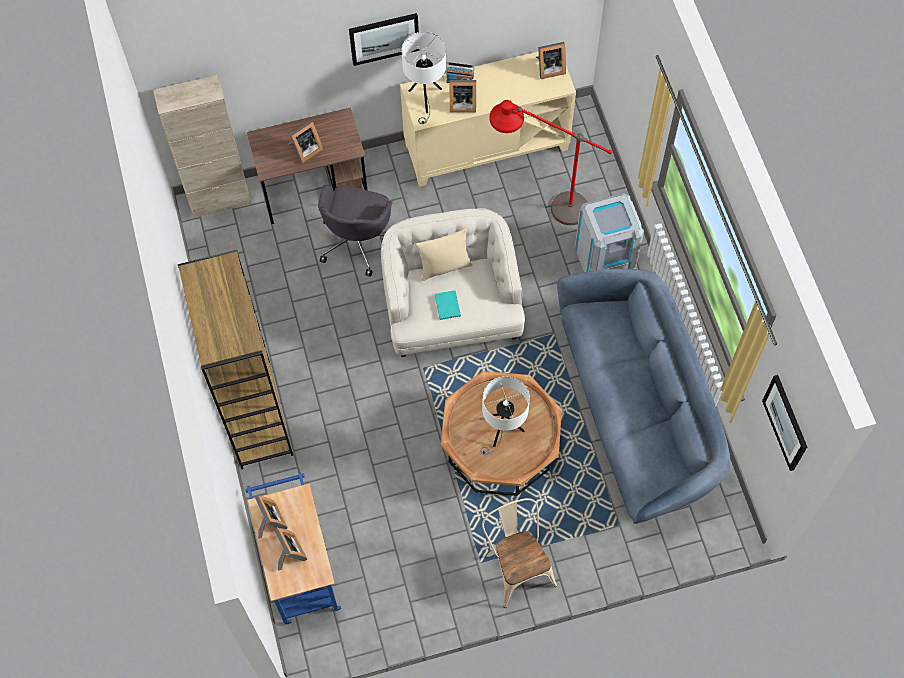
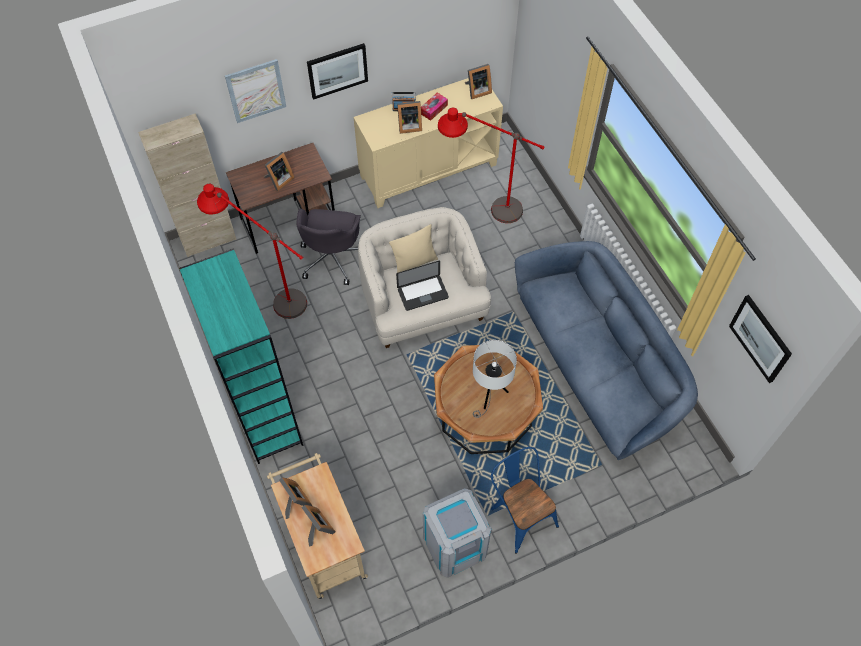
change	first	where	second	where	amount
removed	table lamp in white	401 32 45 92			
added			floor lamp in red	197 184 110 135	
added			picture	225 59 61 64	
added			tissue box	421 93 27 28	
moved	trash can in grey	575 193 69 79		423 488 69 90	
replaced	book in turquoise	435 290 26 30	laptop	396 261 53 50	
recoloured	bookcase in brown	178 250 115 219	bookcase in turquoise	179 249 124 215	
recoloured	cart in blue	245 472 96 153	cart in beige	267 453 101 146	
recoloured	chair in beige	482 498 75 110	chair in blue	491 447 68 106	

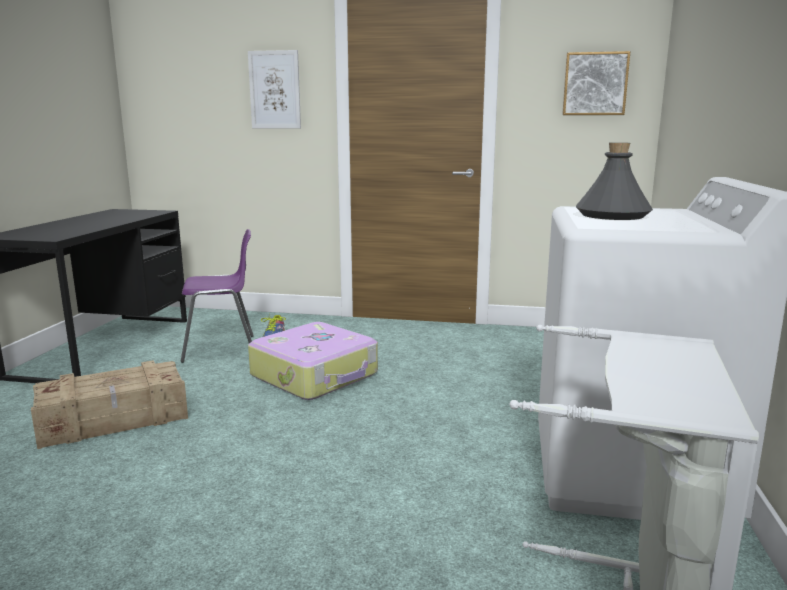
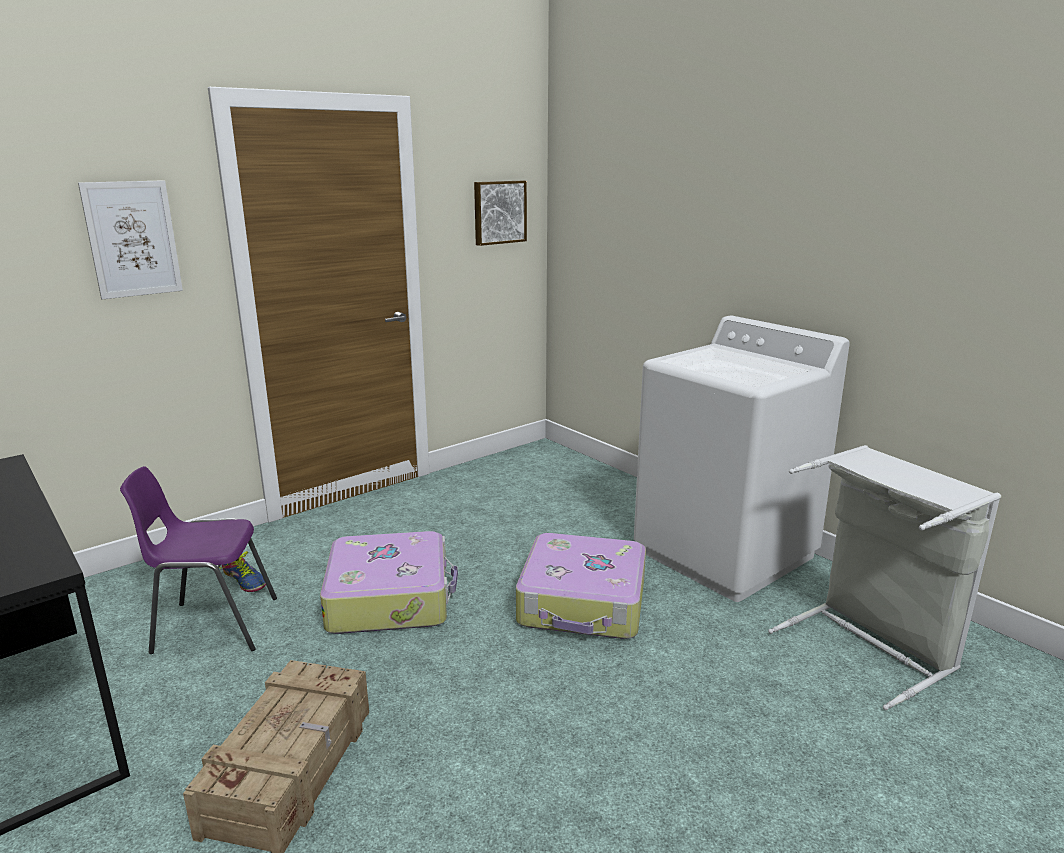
change	first	where	second	where	amount
removed	bottle in grey	576 142 77 78			
added			suitcase	516 533 130 106	
turned	chair in purple	180 229 74 134		120 466 157 188	120 degrees counterclockwise

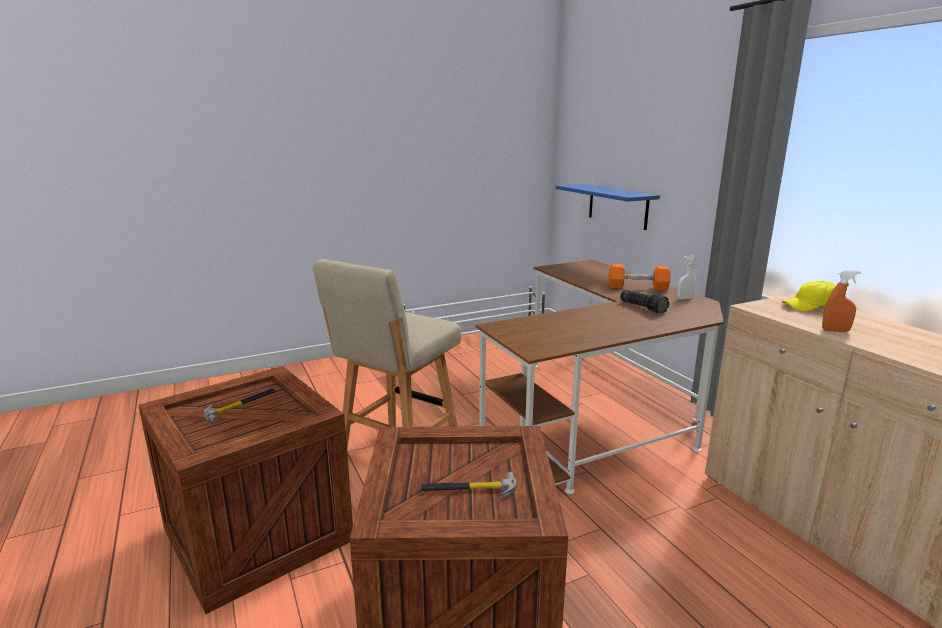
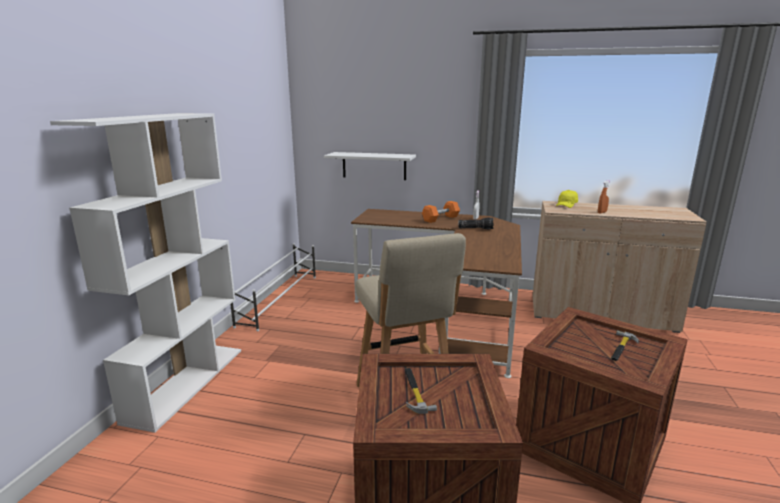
change	first	where	second	where	amount
added			bookcase in white	50 113 191 320	
recoloured	shelf in blue	555 184 105 46	shelf in white	324 152 92 28	

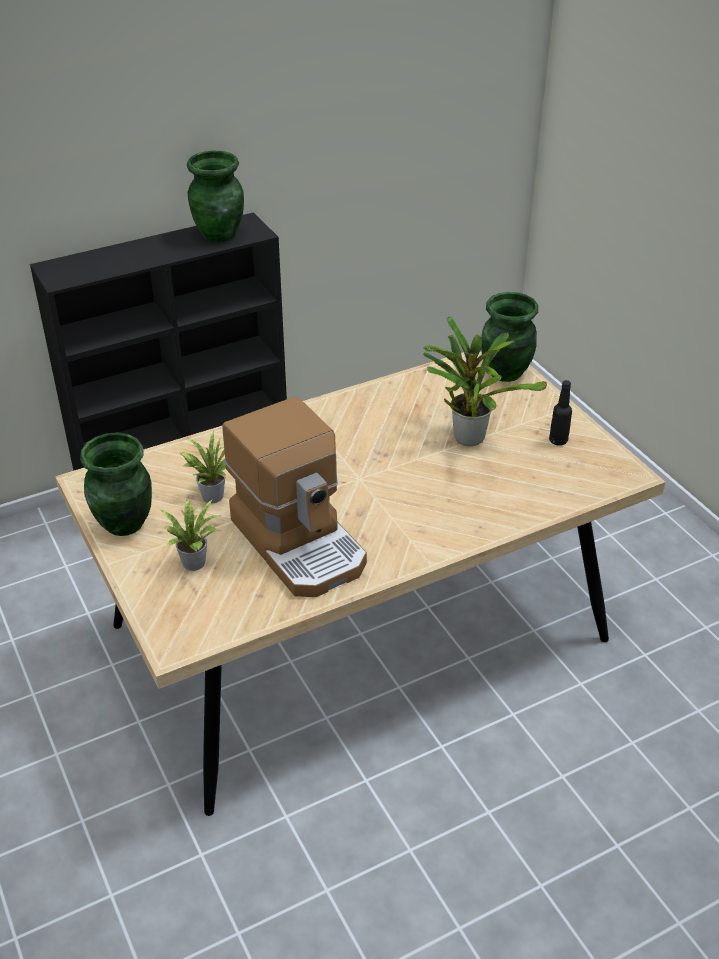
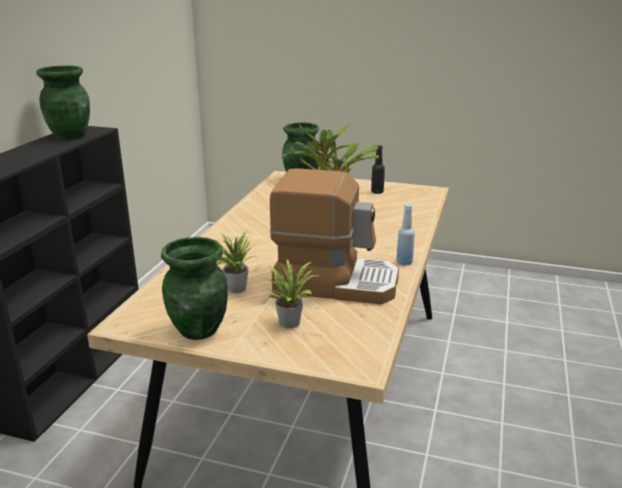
change	first	where	second	where	amount
added			bottle in blue	396 204 19 61	

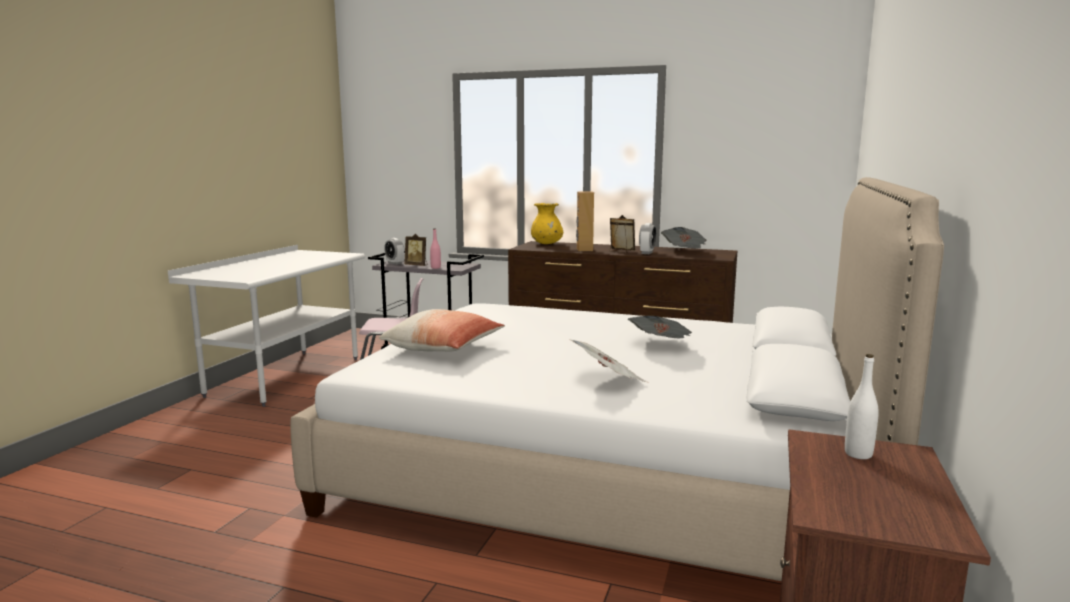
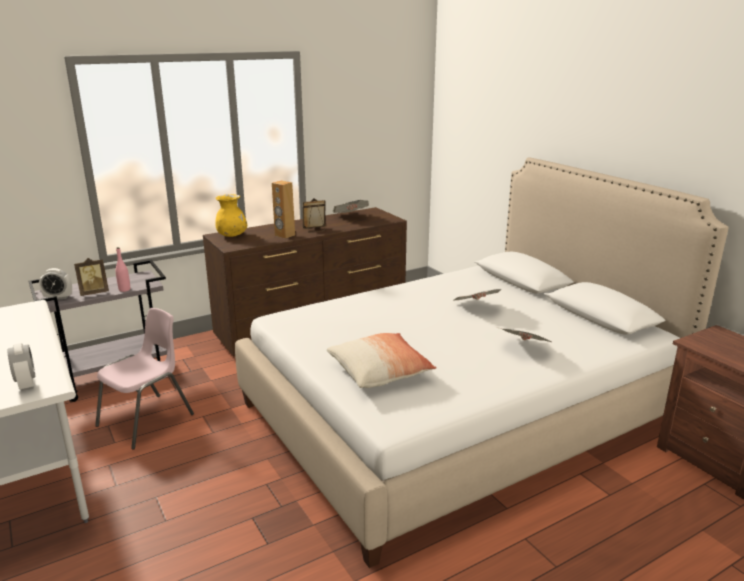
change	first	where	second	where	amount
removed	bottle in white	845 354 34 105			
moved	alarm clock	639 223 17 31		7 343 28 48	

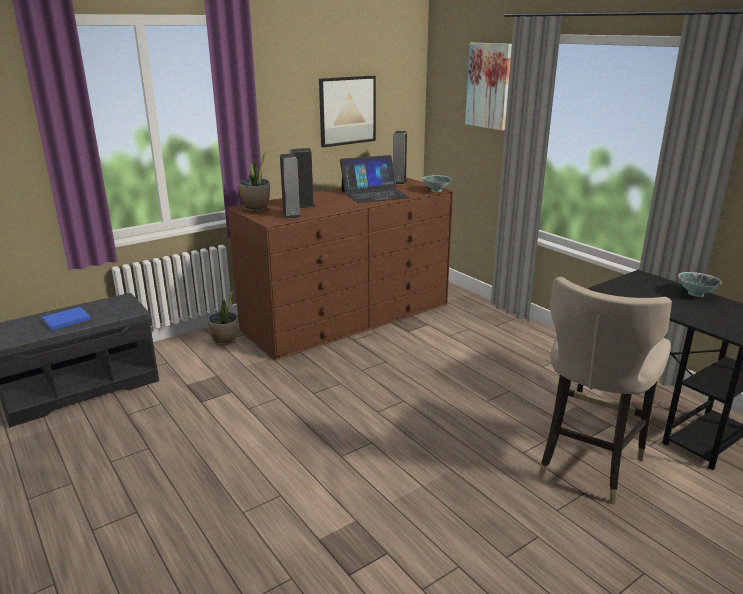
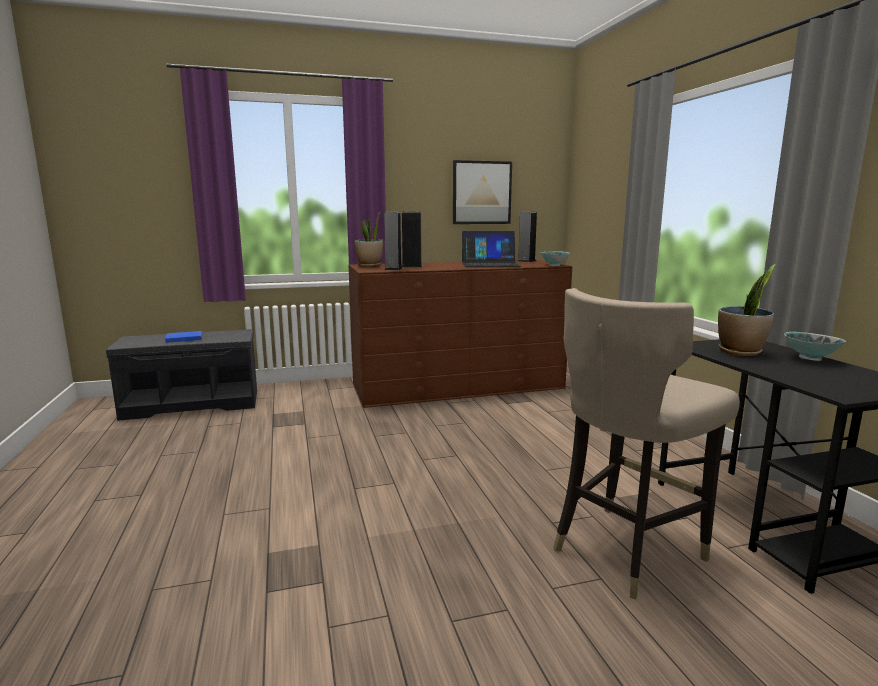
change	first	where	second	where	amount
removed	picture	465 43 47 88			
moved	potted plant	208 290 30 55		718 264 57 92	

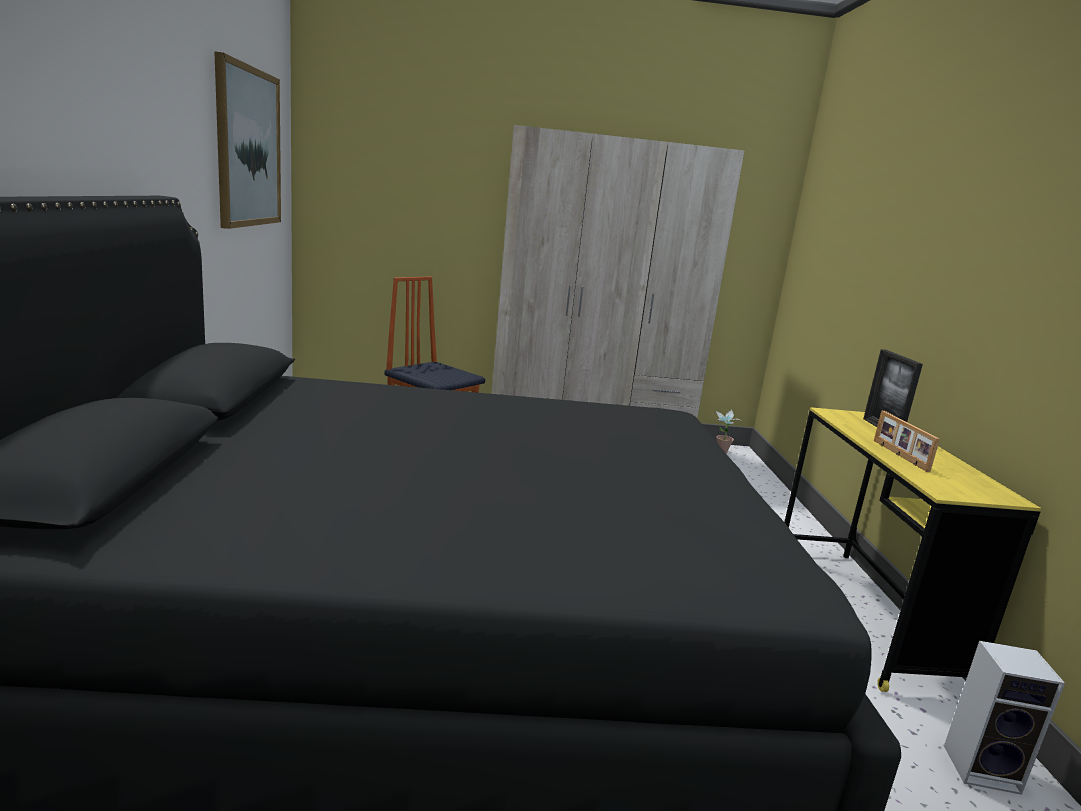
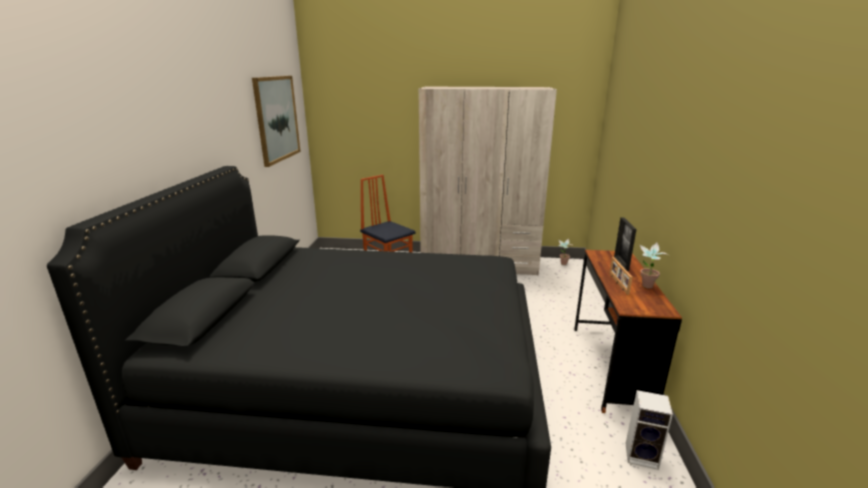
change	first	where	second	where	amount
added			potted plant	639 243 30 45	
recoloured	desk in yellow	785 407 256 285	desk in brown	574 250 108 163	

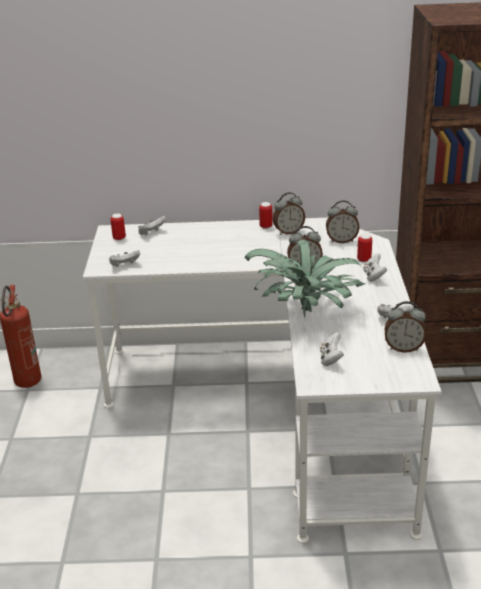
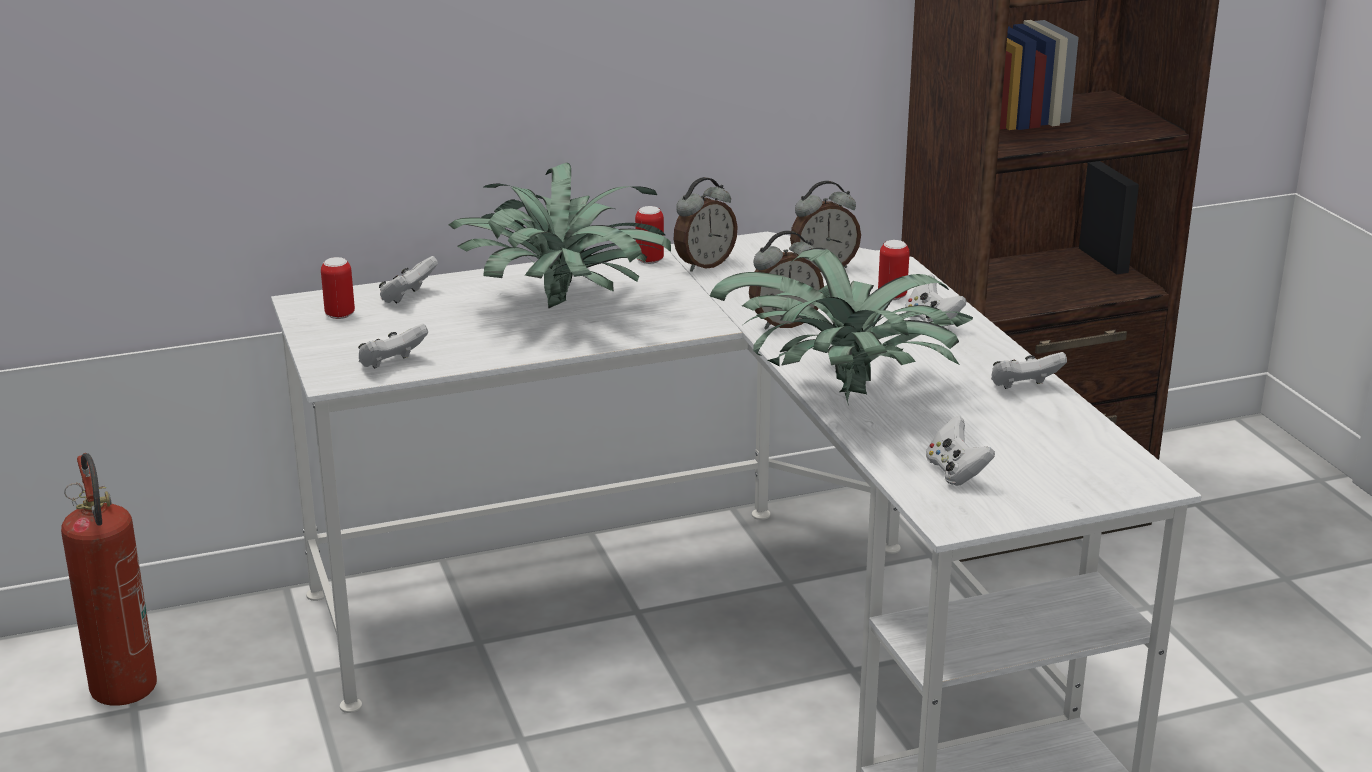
change	first	where	second	where	amount
removed	alarm clock	385 301 41 52			
added			potted plant	449 163 222 145	

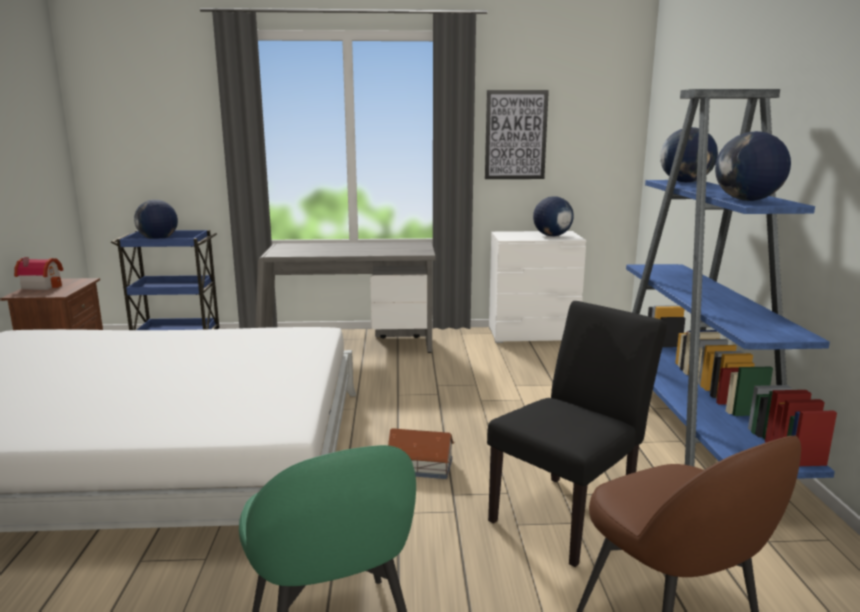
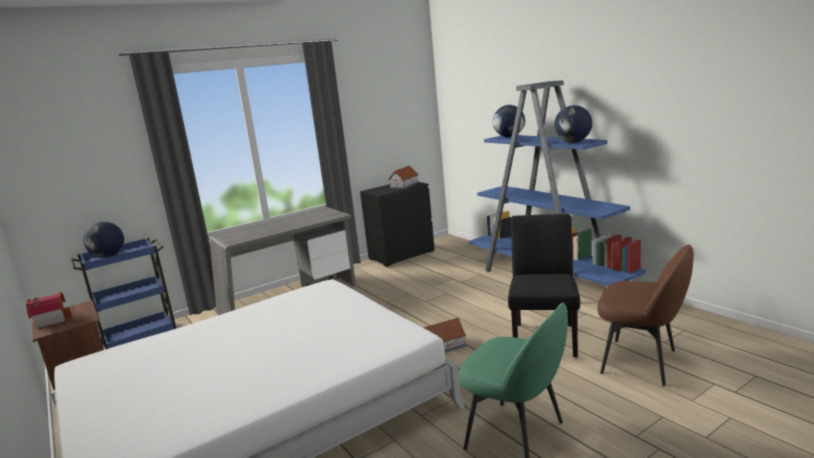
change	first	where	second	where	amount
removed	picture	485 90 64 89			
replaced	globe	533 196 41 40	toy house	388 165 30 24	
recoloured	dresser in white	489 231 97 112	dresser in black	360 182 75 85	

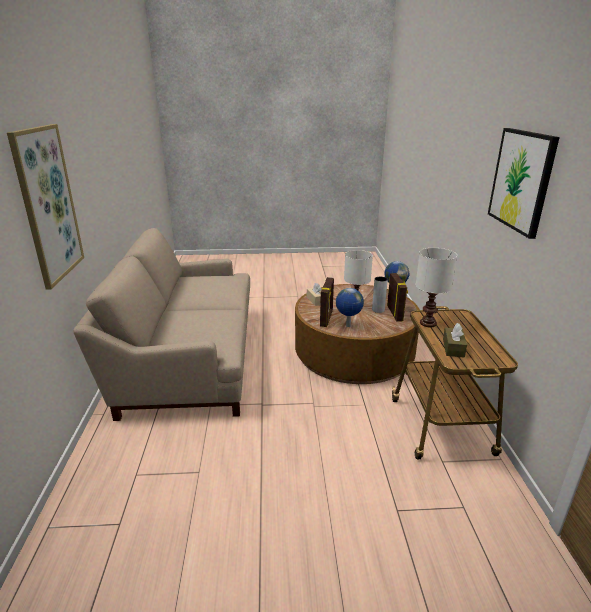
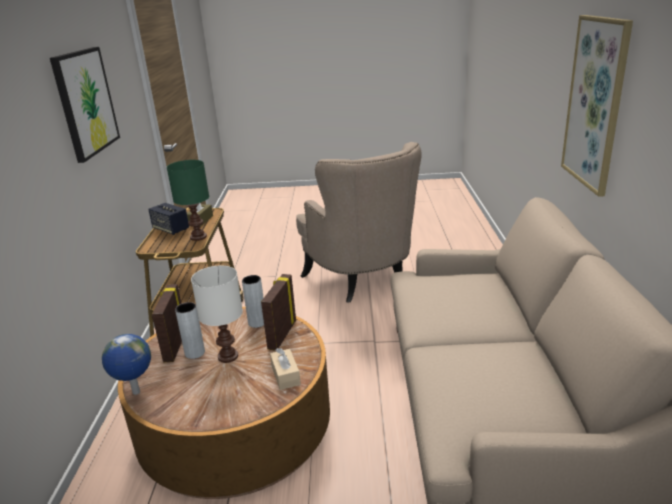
change	first	where	second	where	amount
added			speaker	148 203 41 32	
added			armchair in beige	296 142 126 161	
replaced	globe	336 288 28 39	vase in grey	242 275 22 53	
recoloured	table lamp in white	416 248 41 79	table lamp in green	167 160 42 81	

